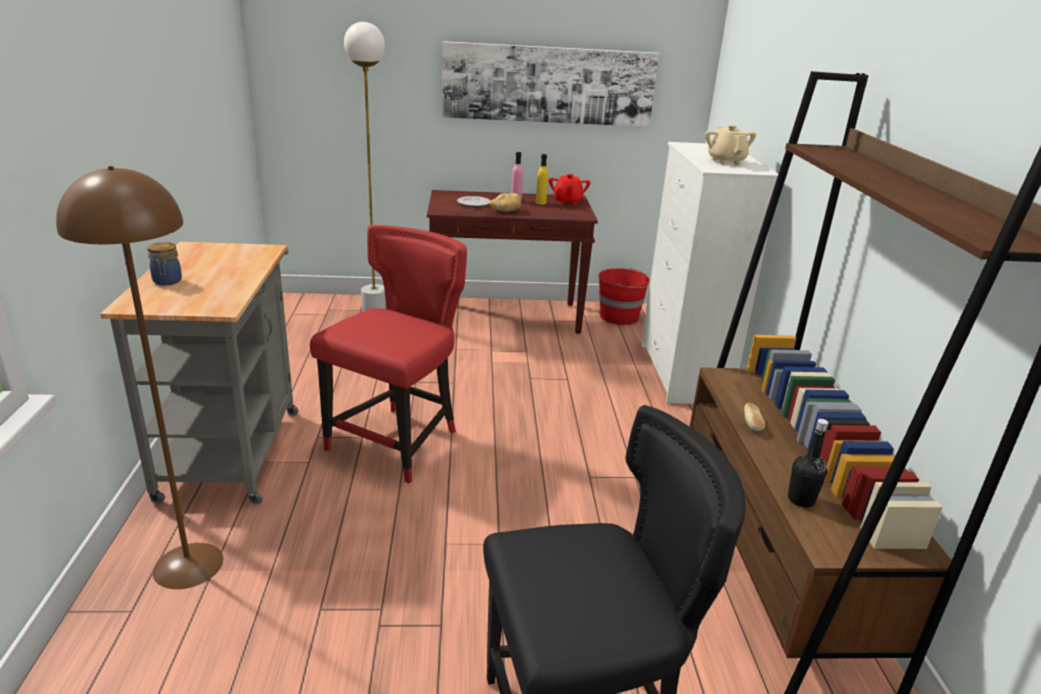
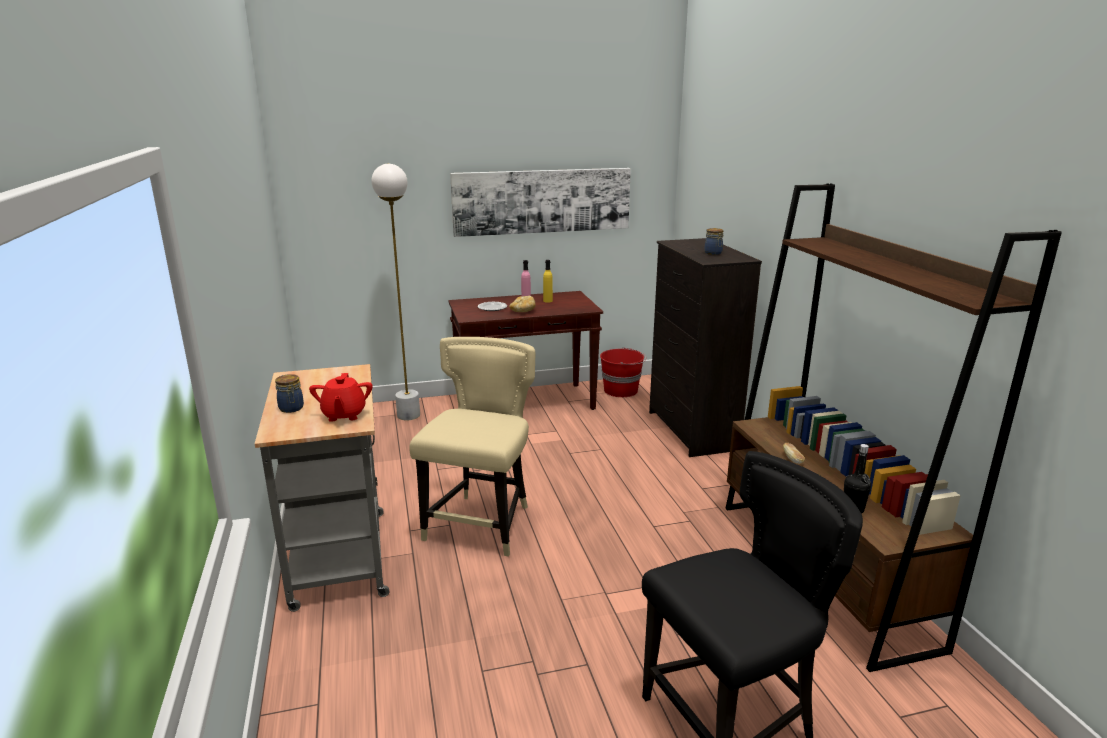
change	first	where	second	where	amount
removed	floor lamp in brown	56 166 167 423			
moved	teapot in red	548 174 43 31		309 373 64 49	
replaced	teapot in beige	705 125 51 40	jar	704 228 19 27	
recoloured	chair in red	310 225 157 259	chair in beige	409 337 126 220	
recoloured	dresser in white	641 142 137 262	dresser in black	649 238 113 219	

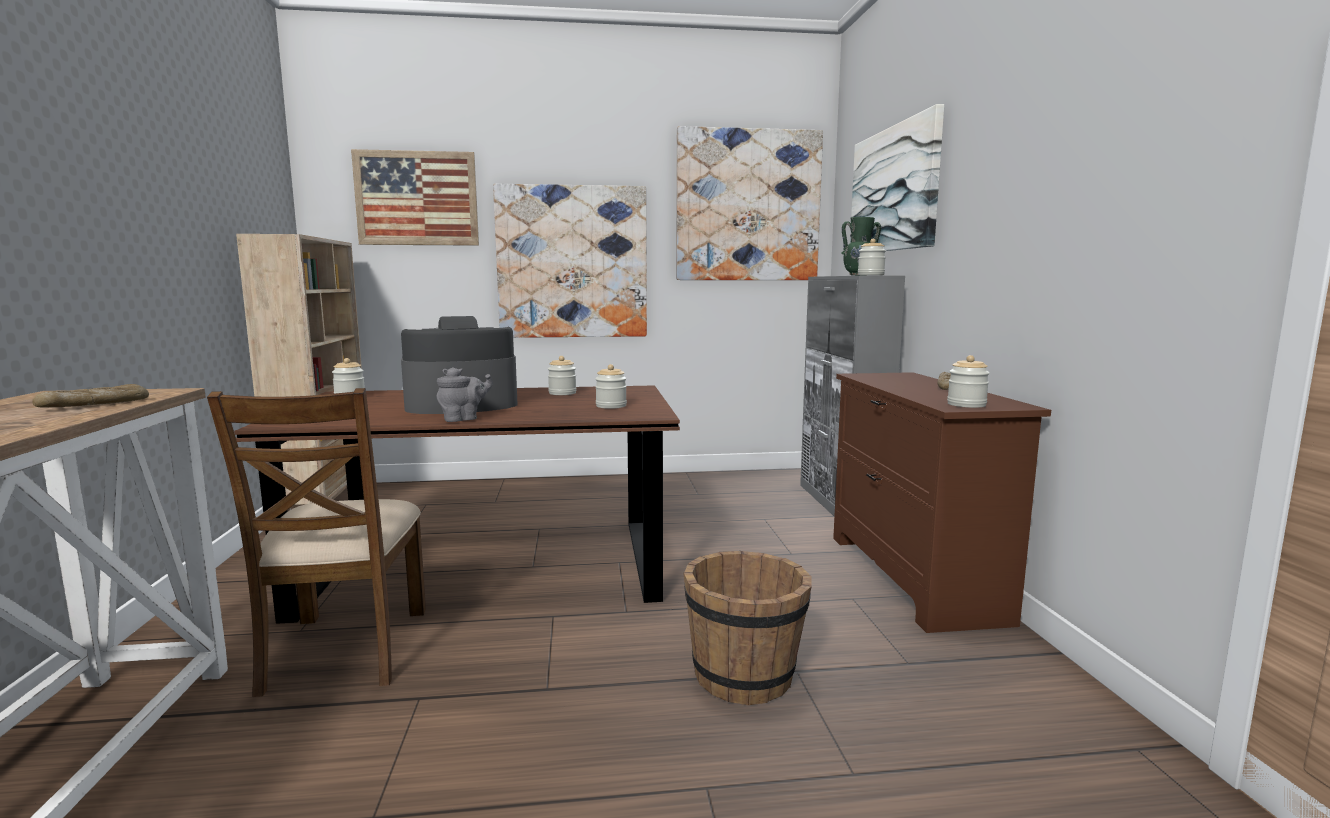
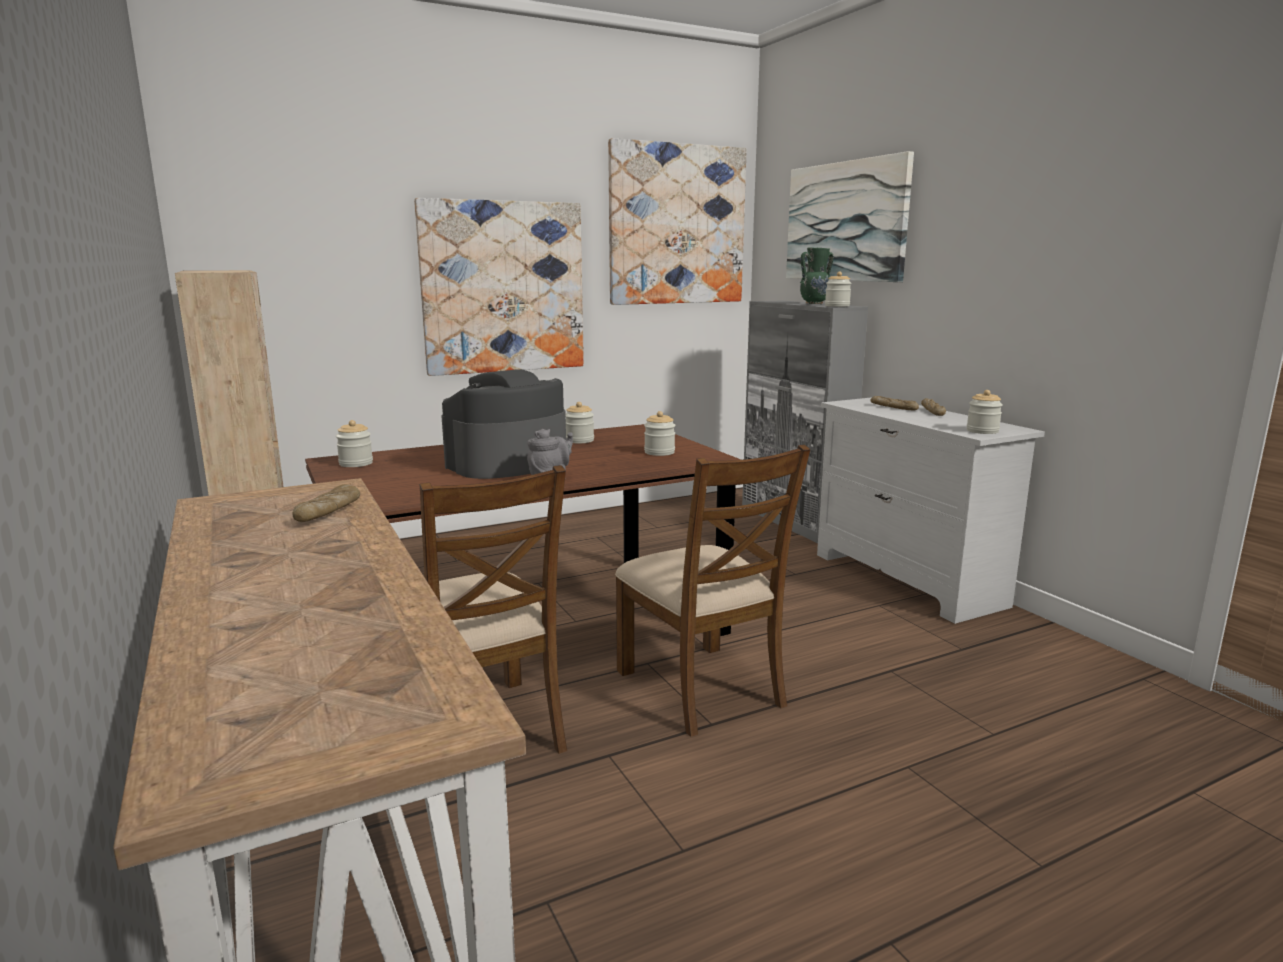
change	first	where	second	where	amount
removed	picture	351 149 128 97			
removed	bucket in brown	684 551 128 154			
added			chair in brown	615 445 195 292	
added			bread	870 396 49 14	
recoloured	dresser in brown	833 372 218 261	dresser in white	817 397 228 227	

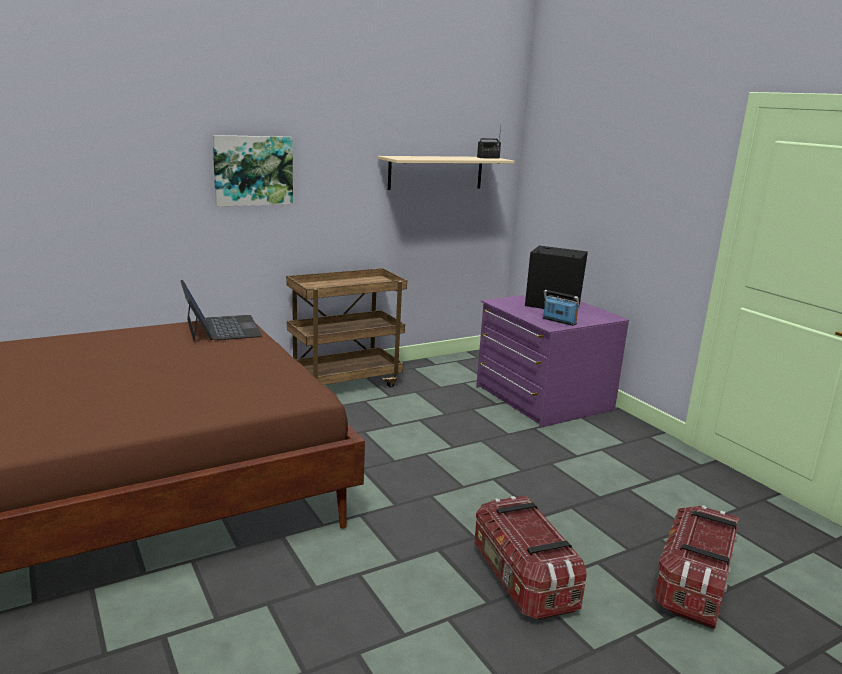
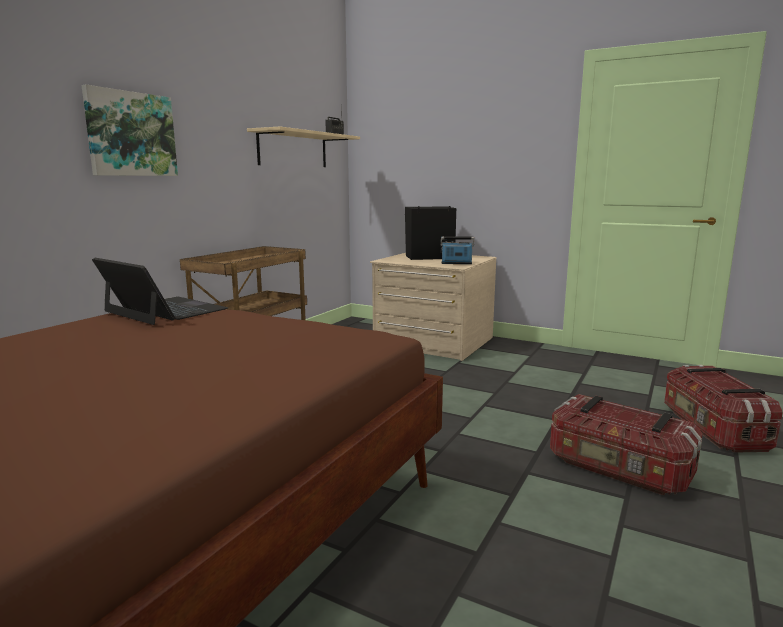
change	first	where	second	where	amount
recoloured	dresser in purple	476 295 153 132	dresser in beige	370 253 127 108	

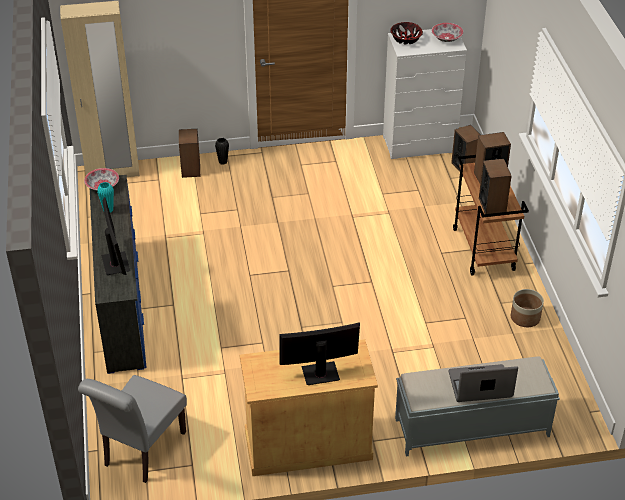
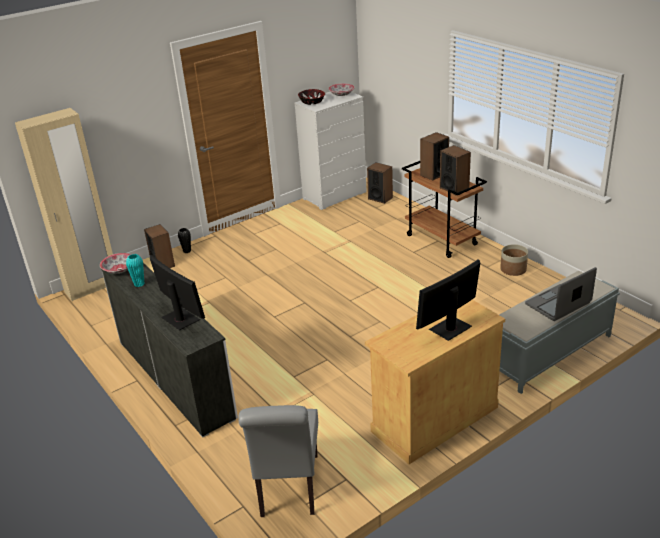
change	first	where	second	where	amount
recoloured	dresser in blue	90 175 56 199	dresser in white	101 263 137 175	

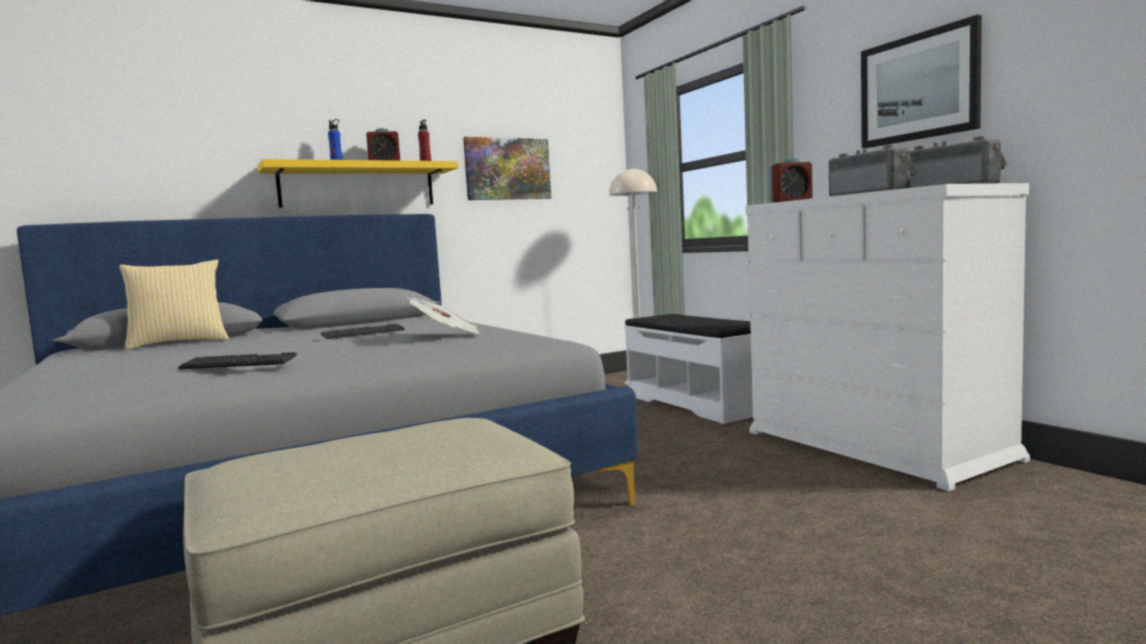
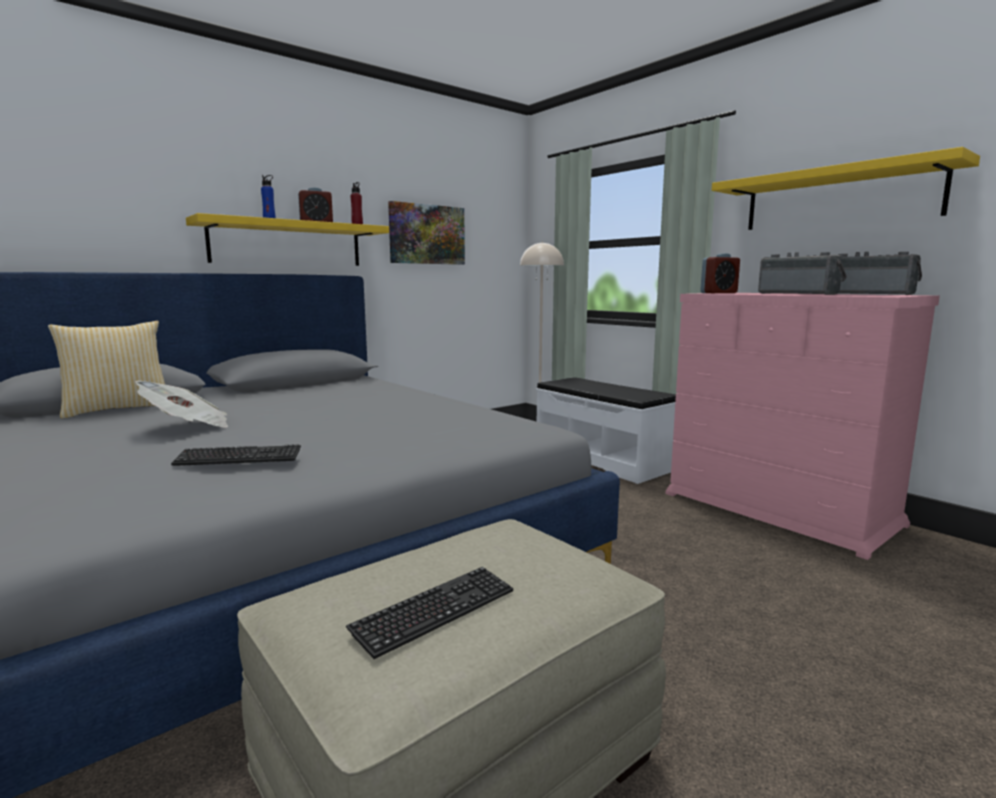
change	first	where	second	where	amount
moved	keyboard	320 323 85 16		346 567 167 92	
moved	newspaper	405 295 76 40		135 381 93 46	
replaced	picture	861 15 121 133	shelf in yellow	712 147 268 83	
recoloured	dresser in white	746 183 284 308	dresser in pink	666 293 274 267	

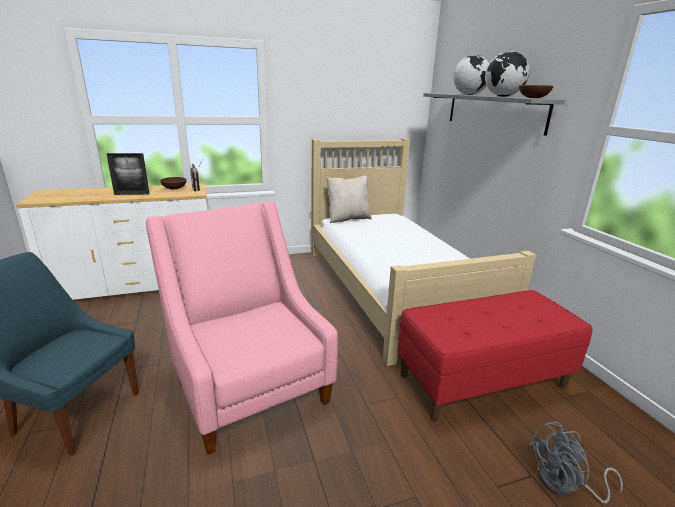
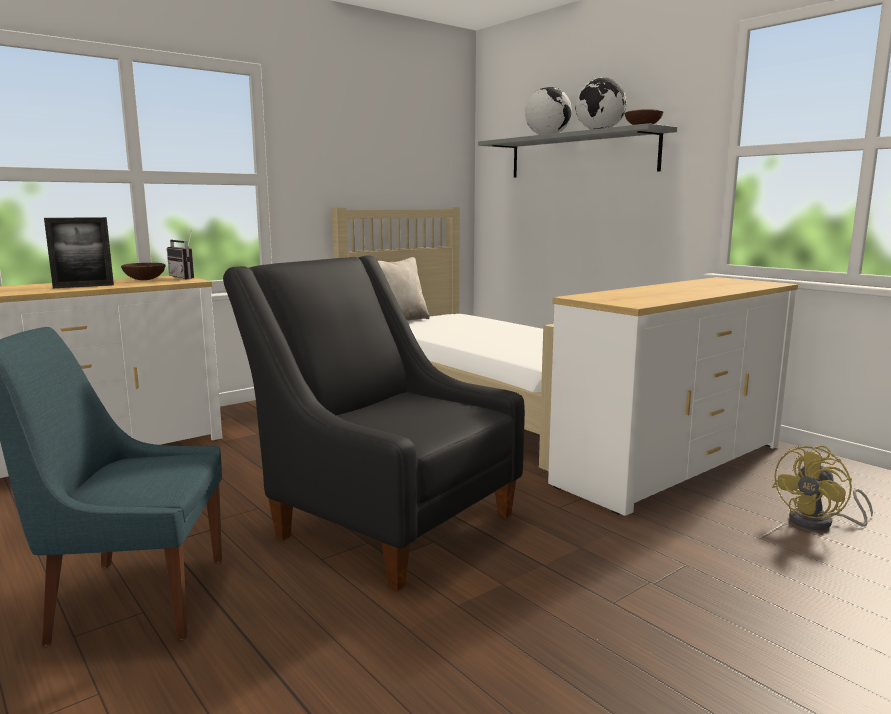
change	first	where	second	where	amount
replaced	bench in red	397 290 196 132	dresser in white	548 277 250 239	
recoloured	armchair in pink	146 202 192 253	armchair in black	223 255 302 336	
recoloured	fan in grey	528 422 95 81	fan in yellow	772 445 101 85	

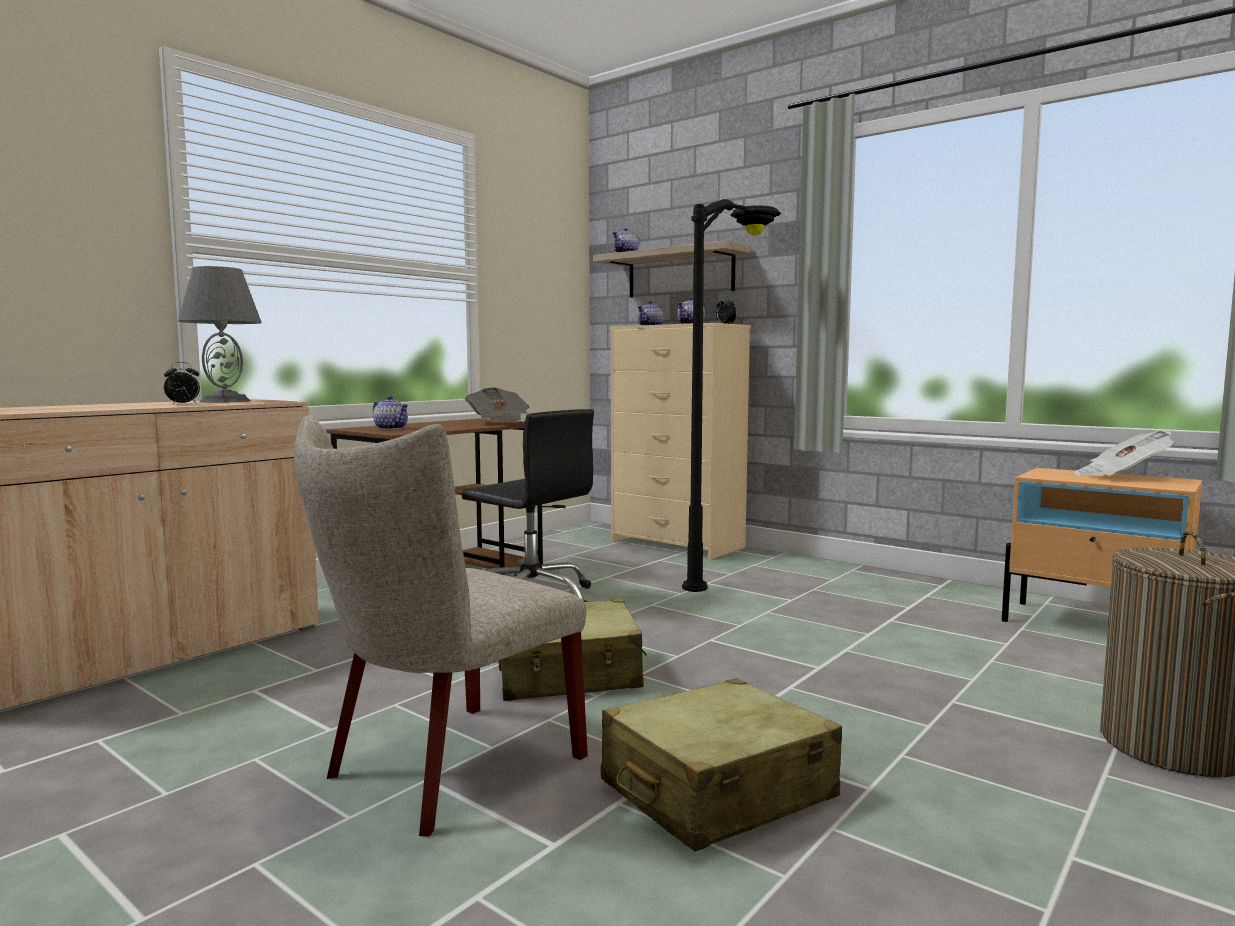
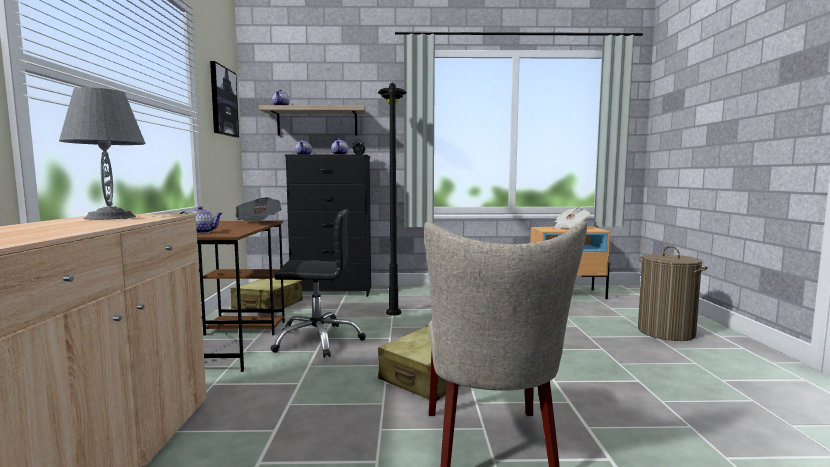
change	first	where	second	where	amount
removed	alarm clock	164 362 36 42			
added			picture	210 61 29 76	
moved	suitcase in beige	601 678 241 174		231 279 72 34	
recoloured	dresser in beige	610 323 141 237	dresser in black	285 155 86 141	

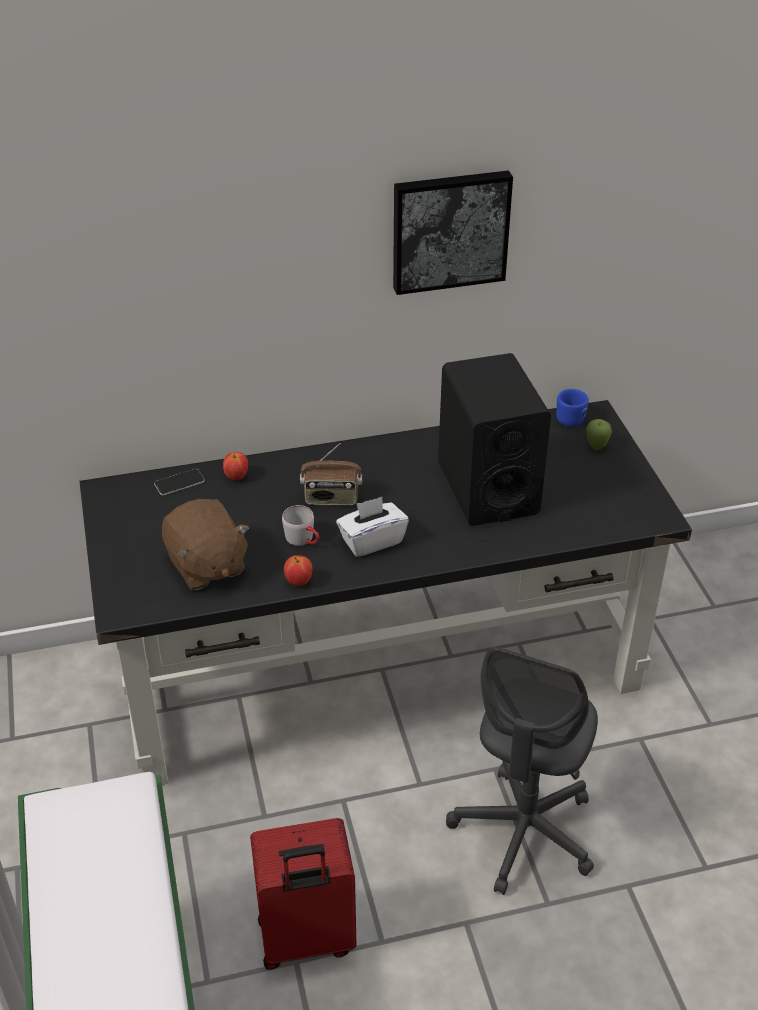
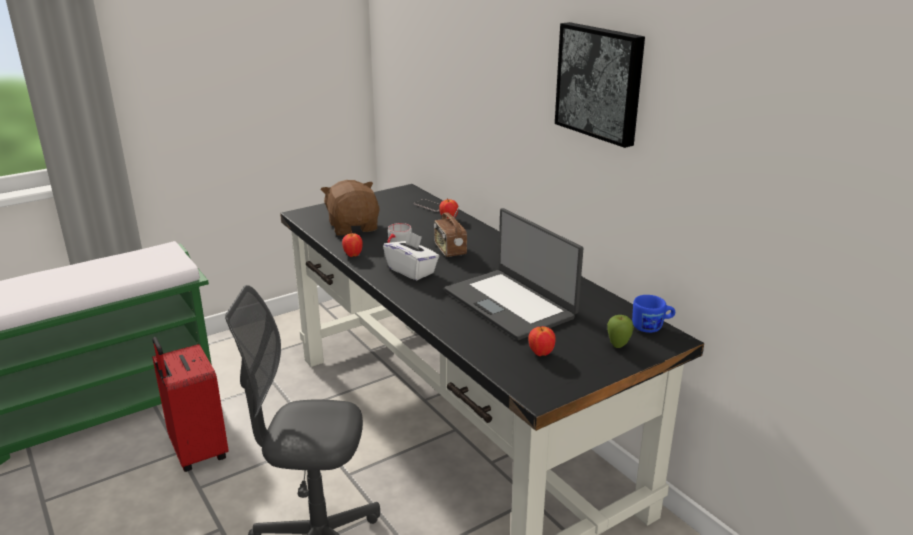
change	first	where	second	where	amount
added			apple	528 326 28 30	
replaced	speaker in black	438 353 113 173	laptop	445 208 138 132	
turned	plush toy in brown	162 499 88 91		320 180 60 56	120 degrees clockwise

